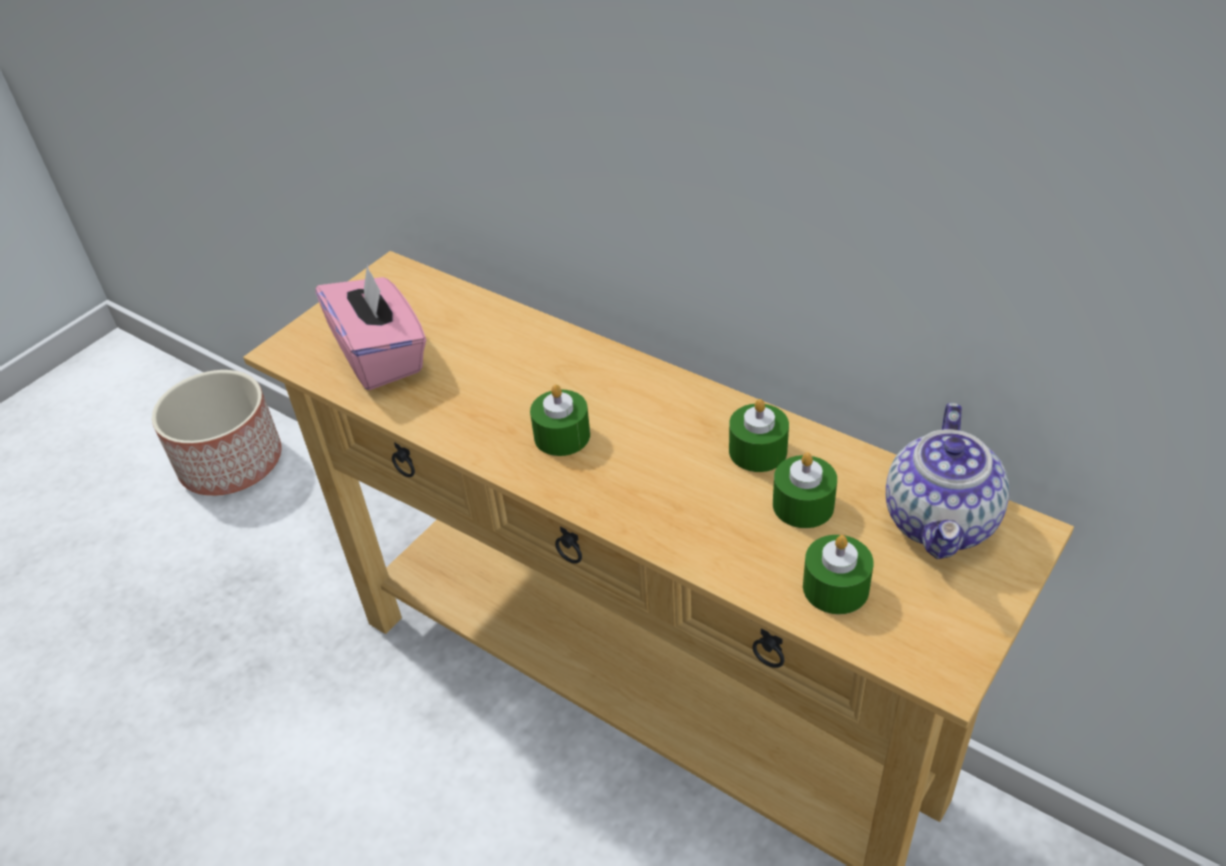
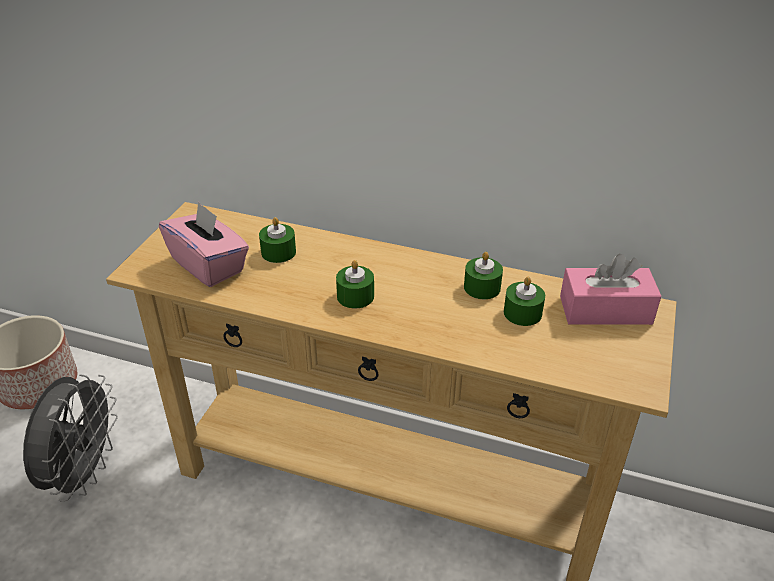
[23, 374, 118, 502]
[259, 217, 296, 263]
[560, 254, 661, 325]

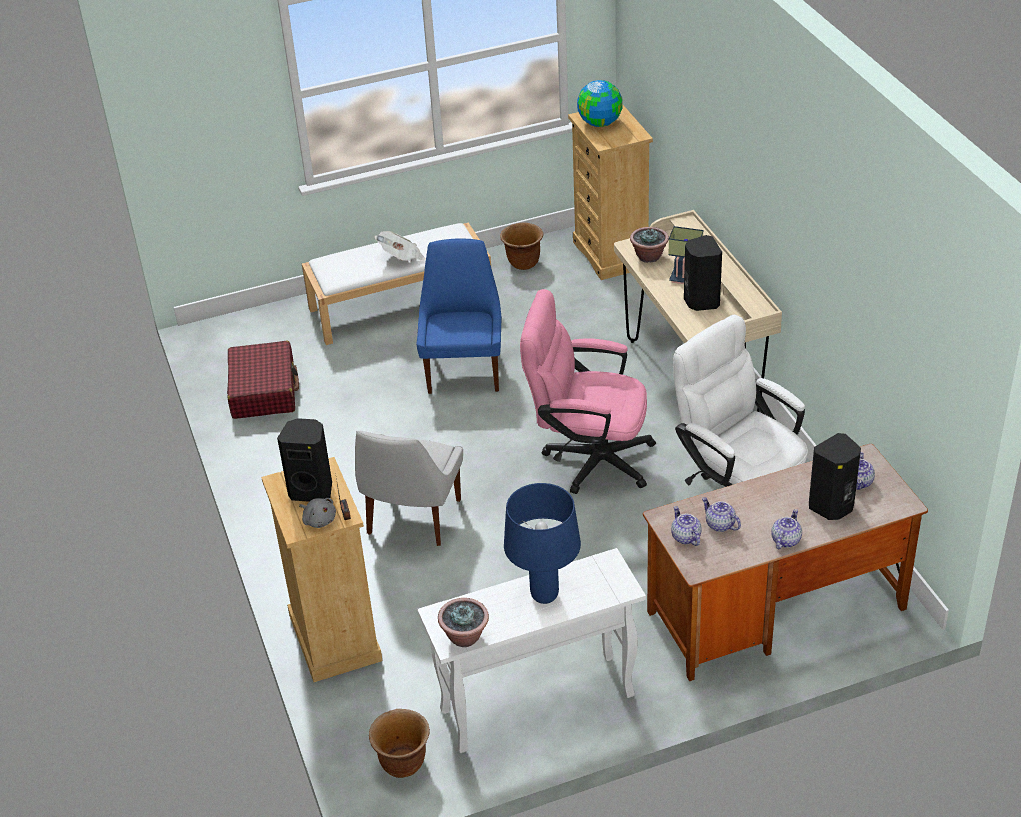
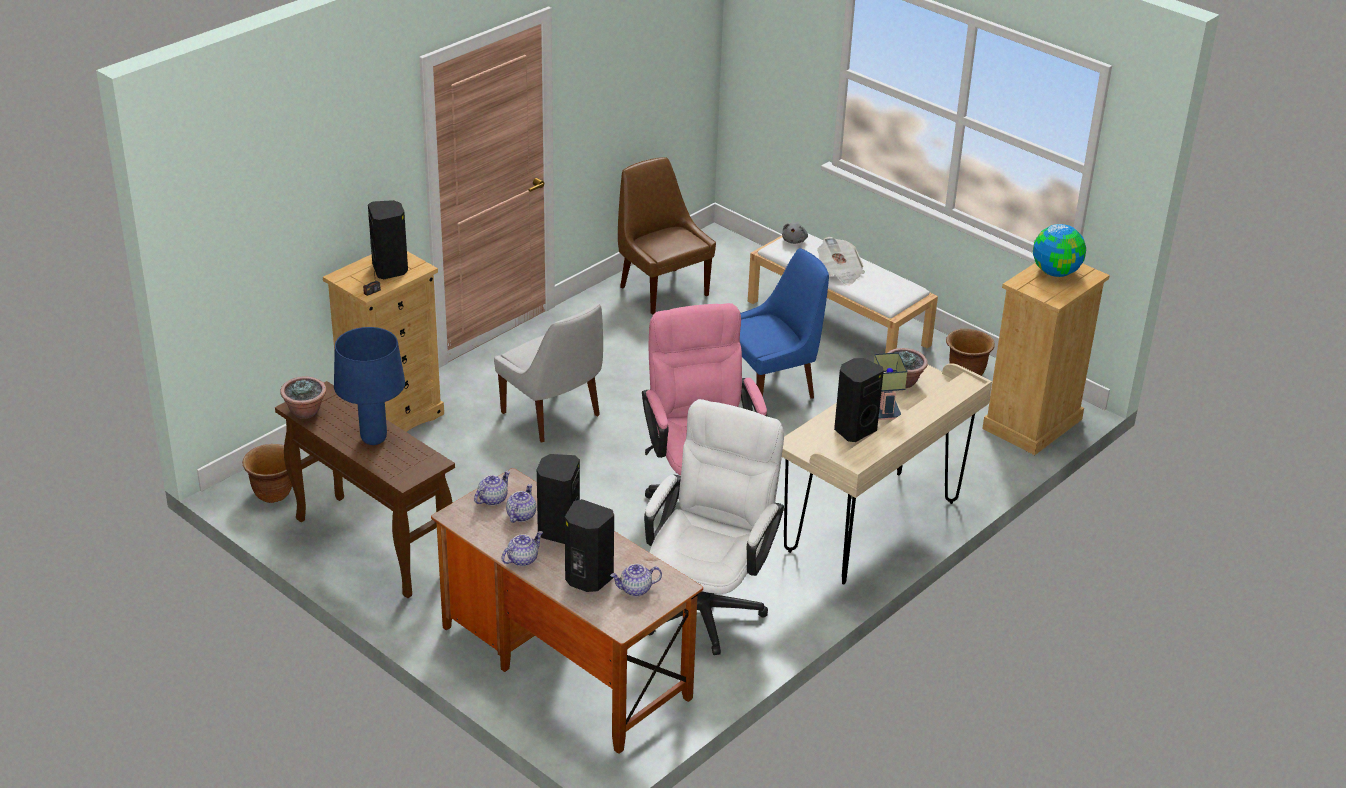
[275, 381, 455, 598]
[494, 304, 603, 442]
[501, 531, 543, 566]
[537, 454, 580, 544]
[618, 157, 716, 315]
[782, 222, 808, 244]

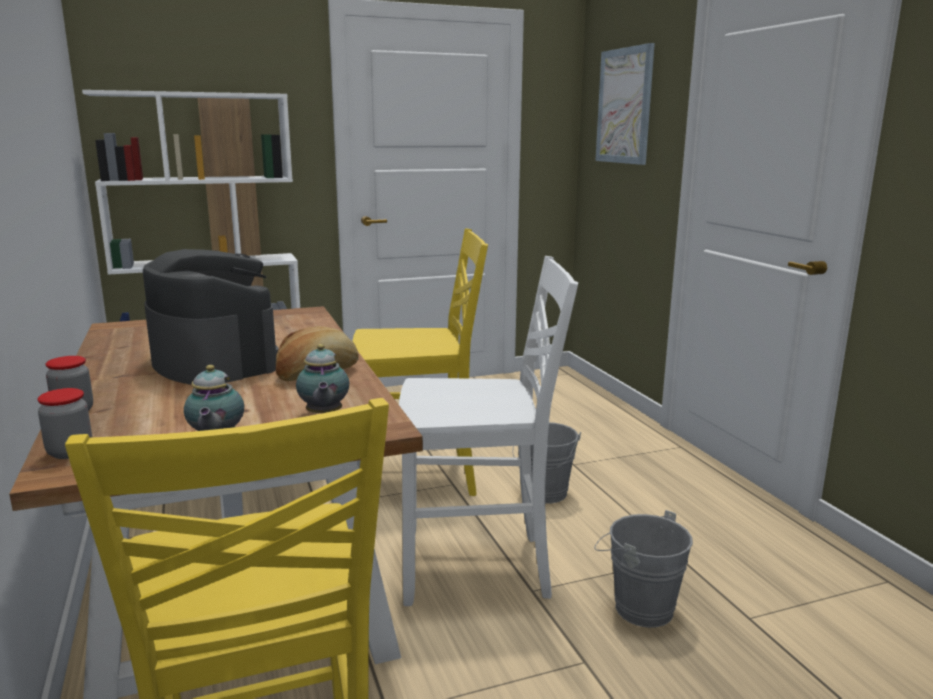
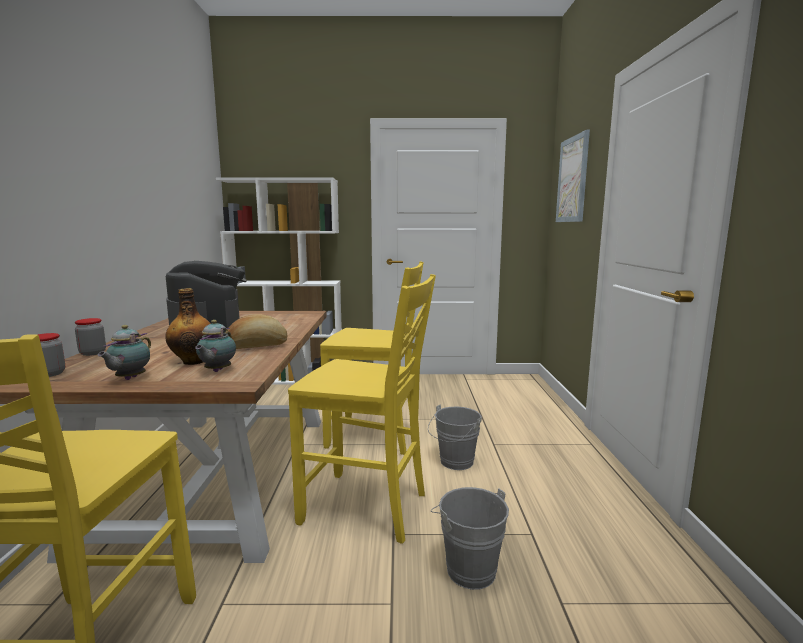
[165, 288, 211, 365]
[288, 274, 436, 544]

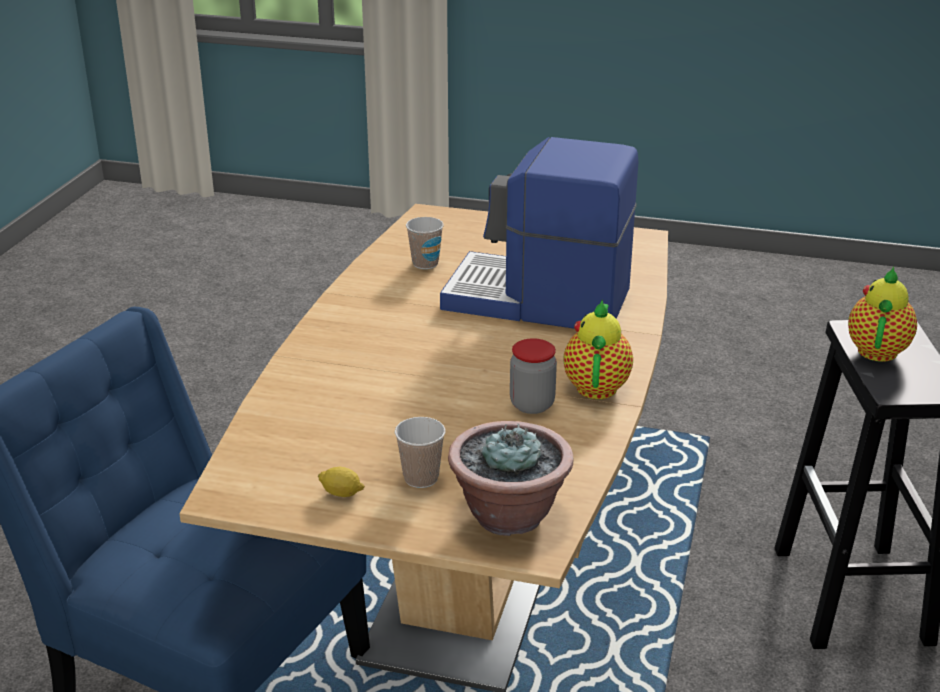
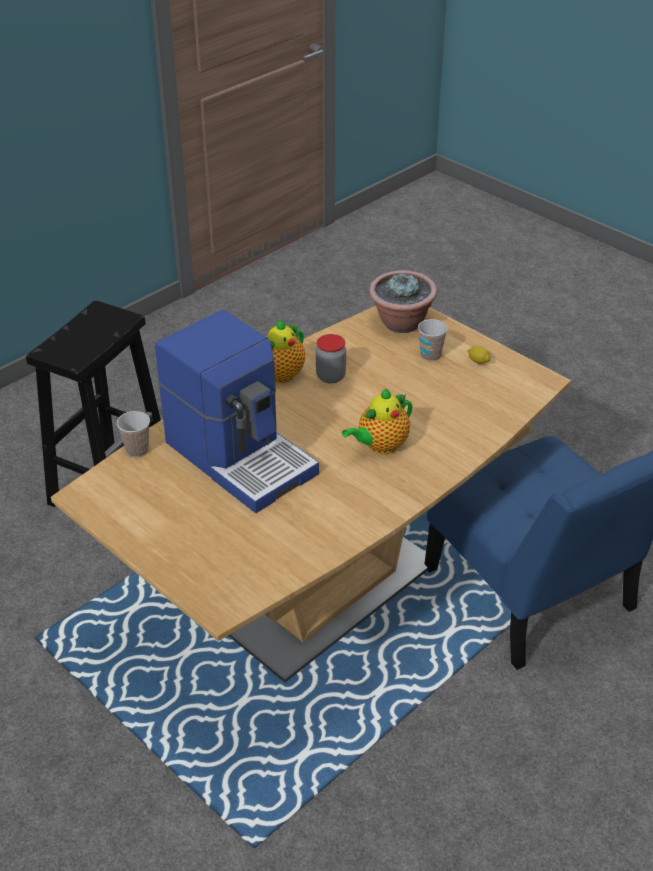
[117, 411, 150, 457]
[342, 388, 412, 454]

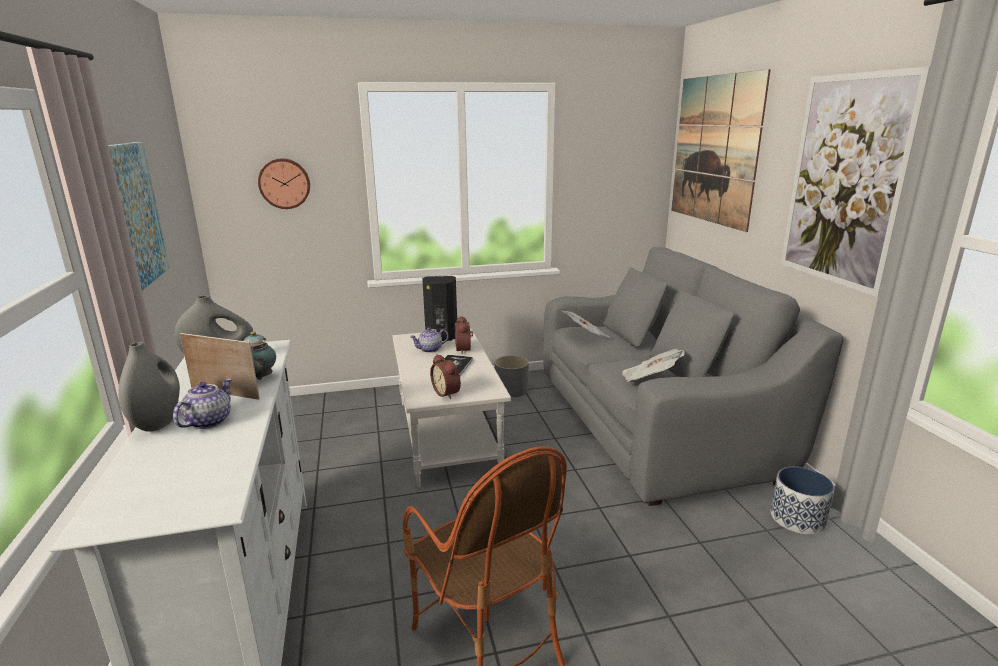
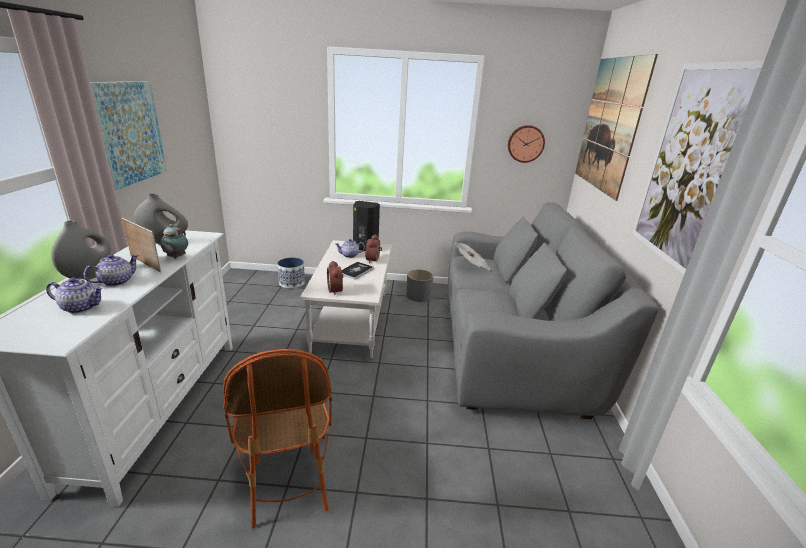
[46, 277, 104, 314]
[277, 257, 305, 288]
[508, 125, 545, 163]
[622, 349, 685, 382] (first image)

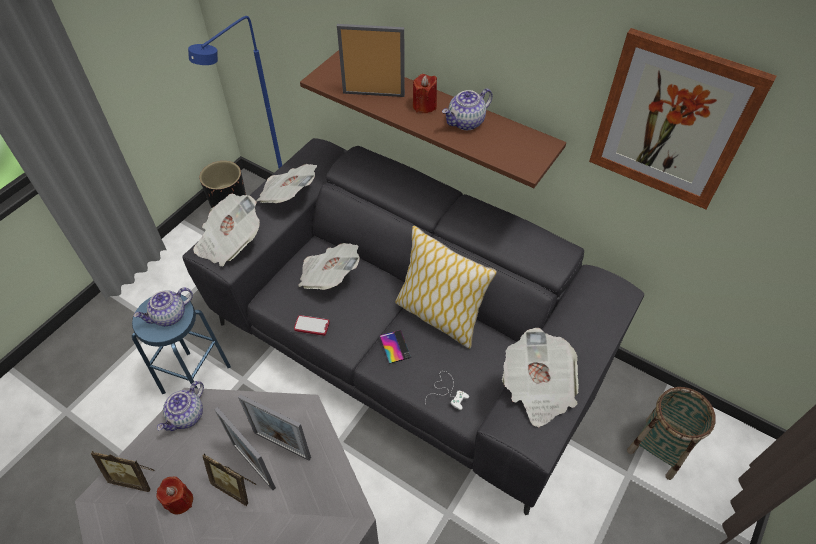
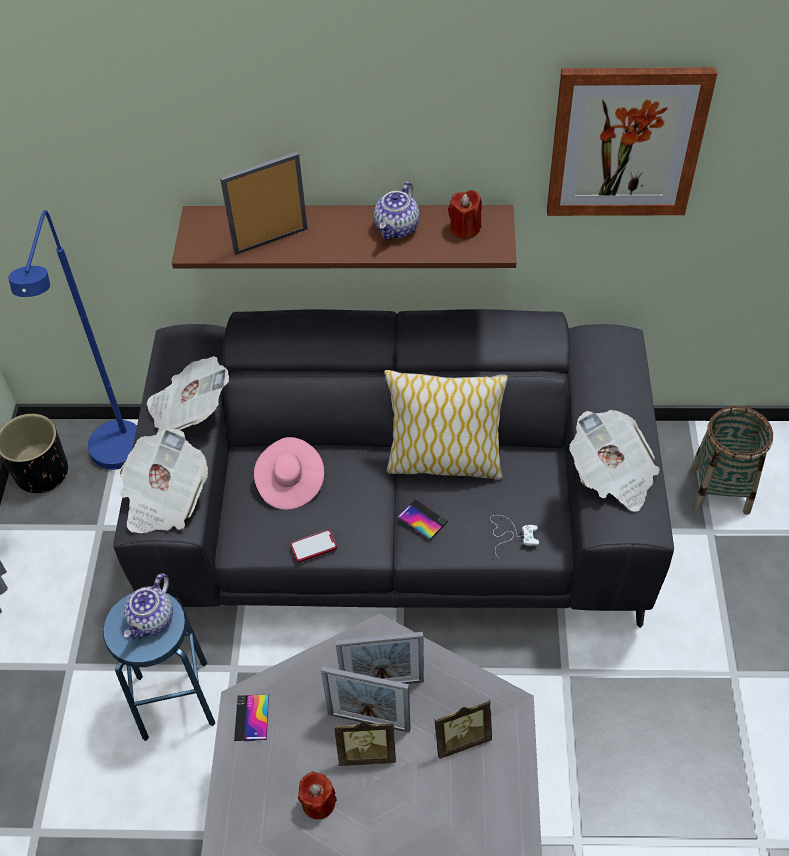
[234, 695, 269, 741]
[254, 437, 324, 509]
[434, 700, 492, 759]
[448, 190, 482, 240]

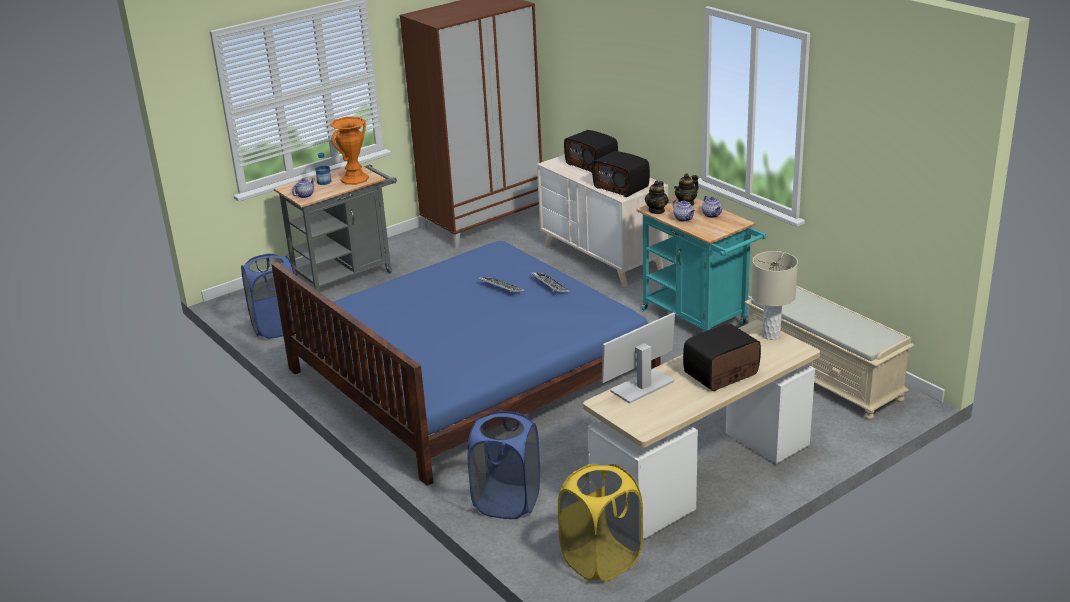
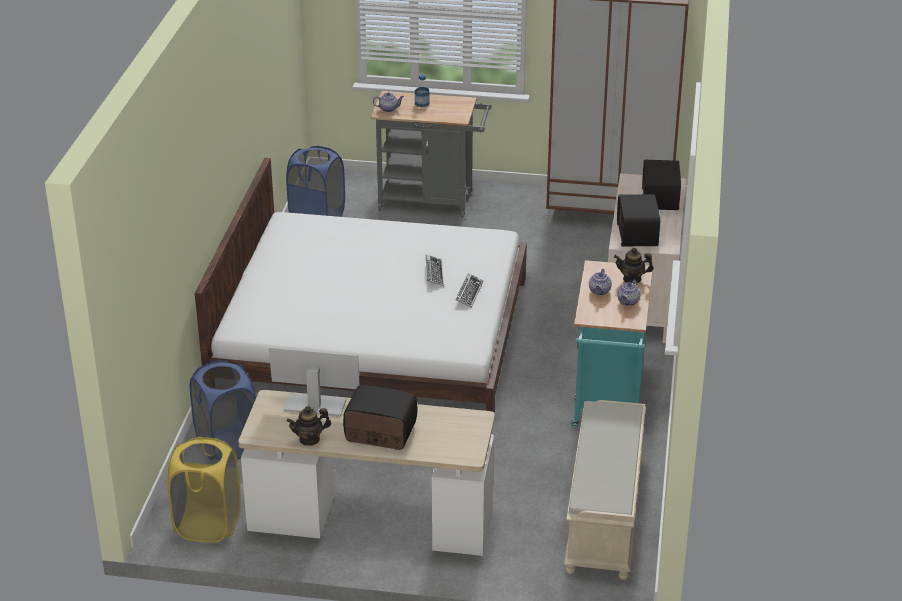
[195, 158, 527, 413]
[287, 406, 331, 446]
[330, 116, 369, 185] (first image)
[751, 251, 798, 340] (first image)

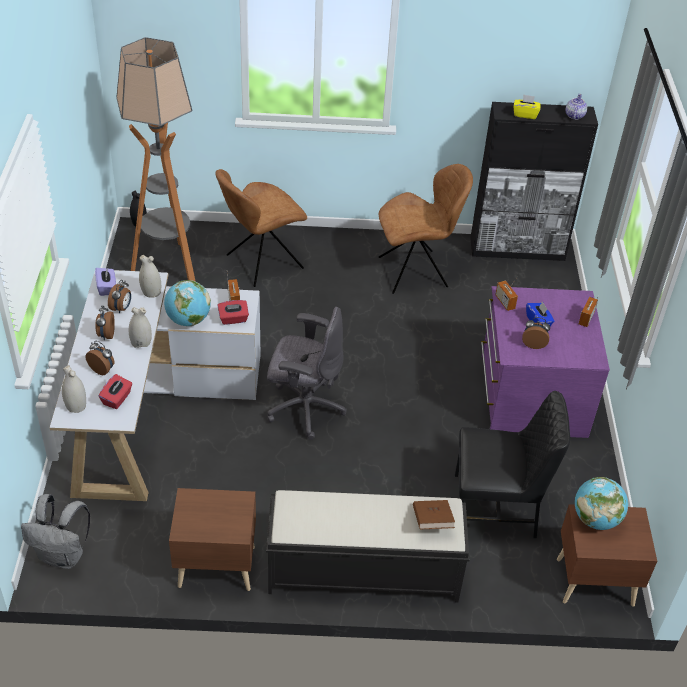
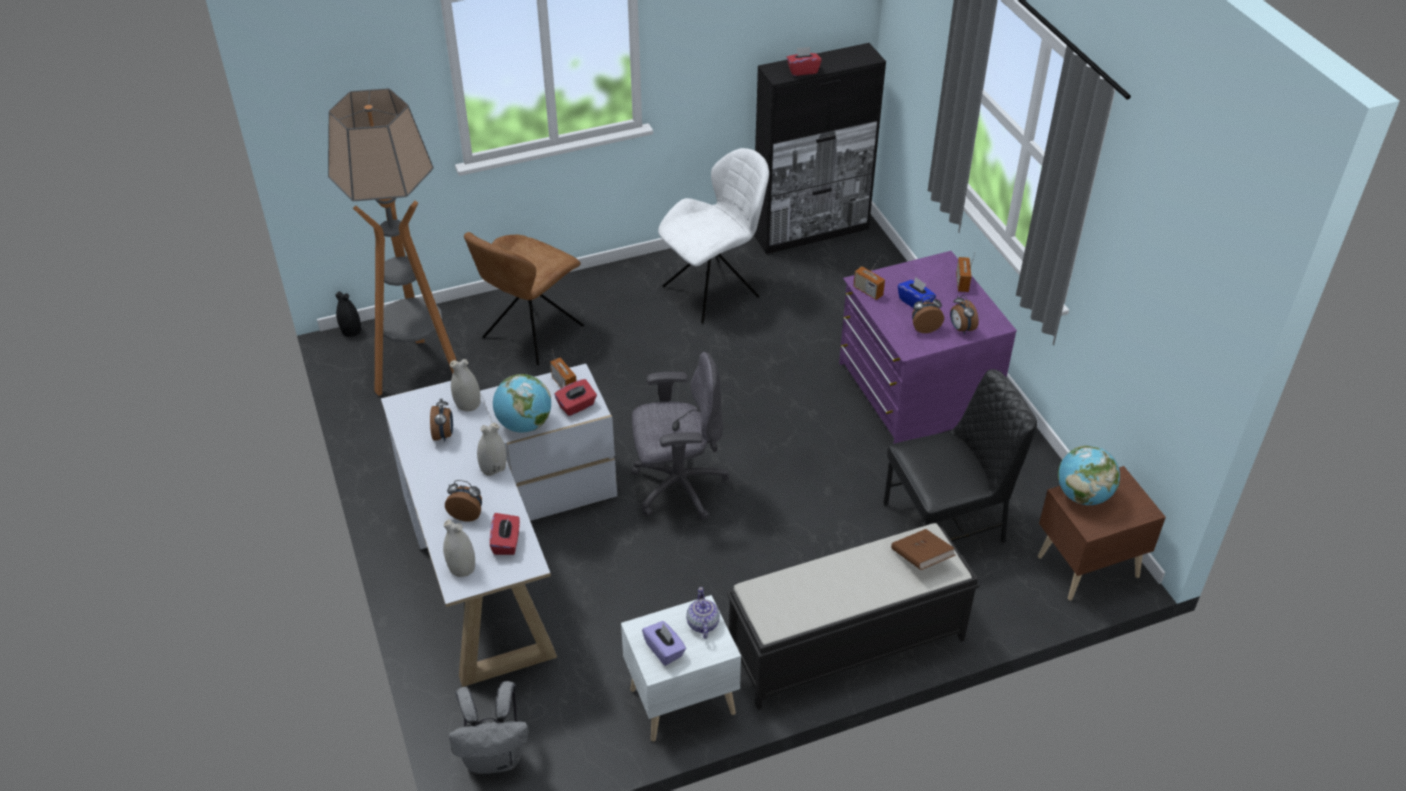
[621, 595, 741, 742]
[642, 621, 686, 666]
[658, 148, 769, 324]
[686, 587, 720, 639]
[786, 47, 822, 76]
[950, 295, 979, 334]

